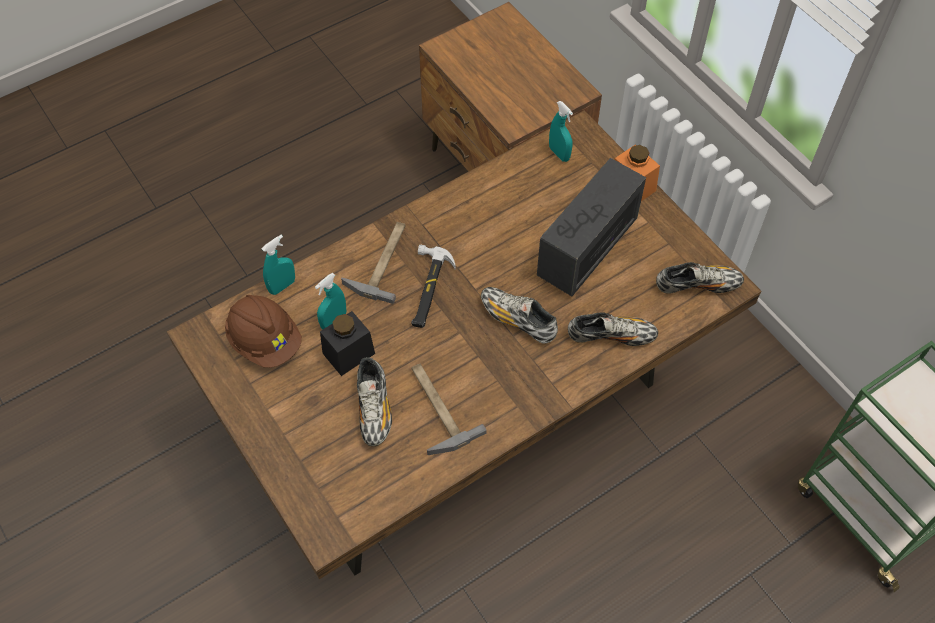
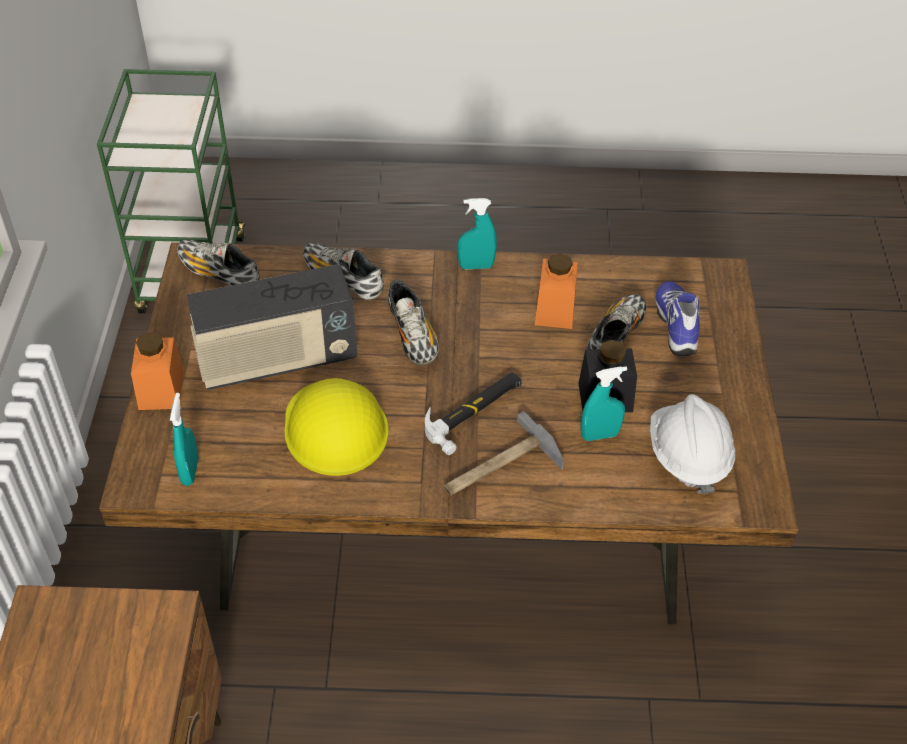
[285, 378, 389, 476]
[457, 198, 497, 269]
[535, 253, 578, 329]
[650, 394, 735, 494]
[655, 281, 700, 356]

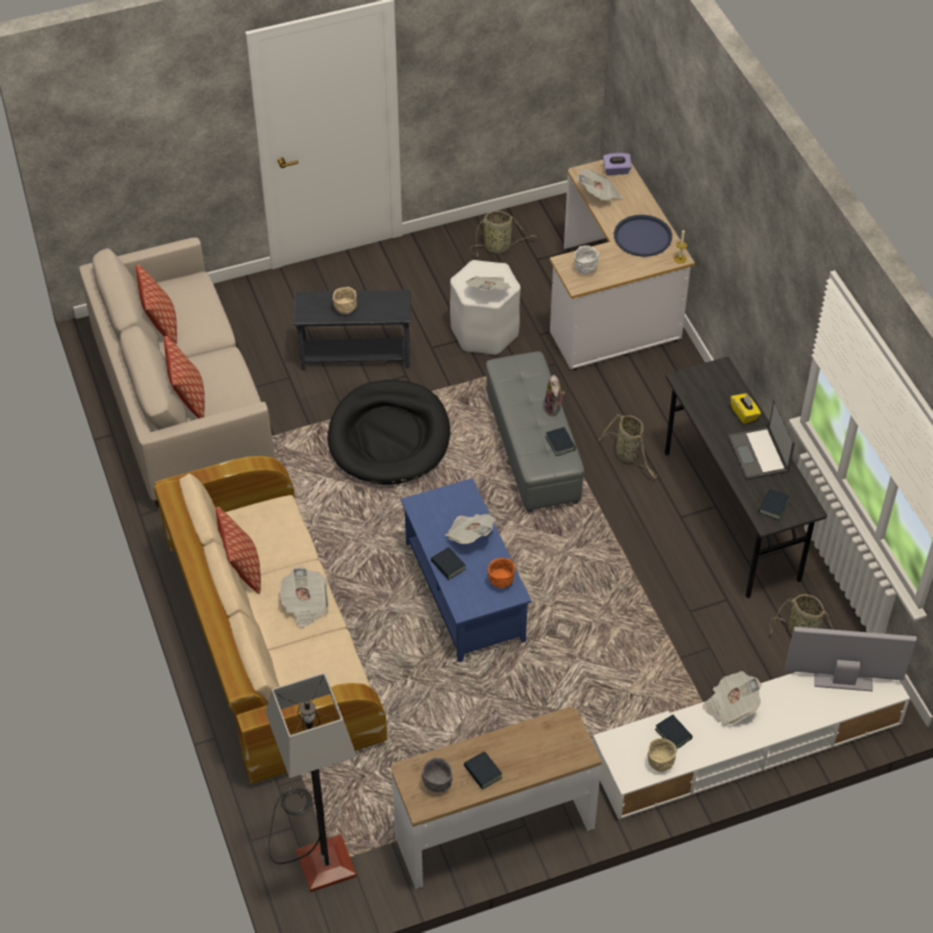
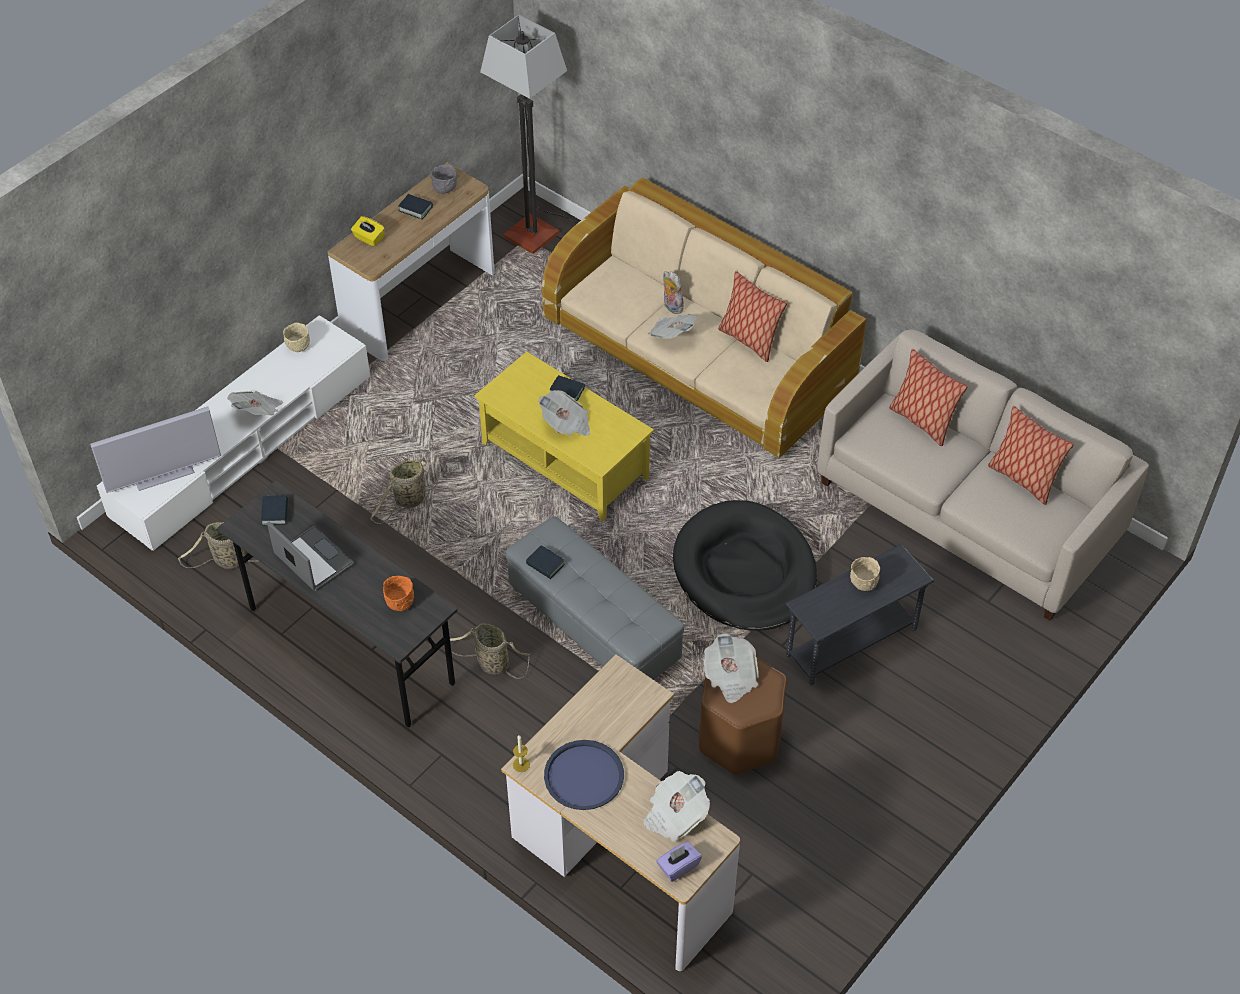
[351, 216, 385, 247]
[370, 457, 438, 524]
[383, 576, 414, 611]
[474, 352, 654, 521]
[664, 271, 684, 314]
[699, 657, 787, 775]
[574, 245, 600, 274] (first image)
[655, 714, 693, 749] (first image)

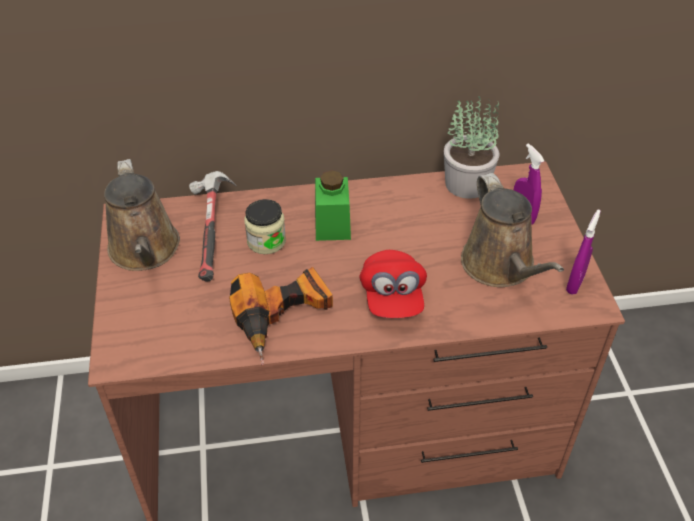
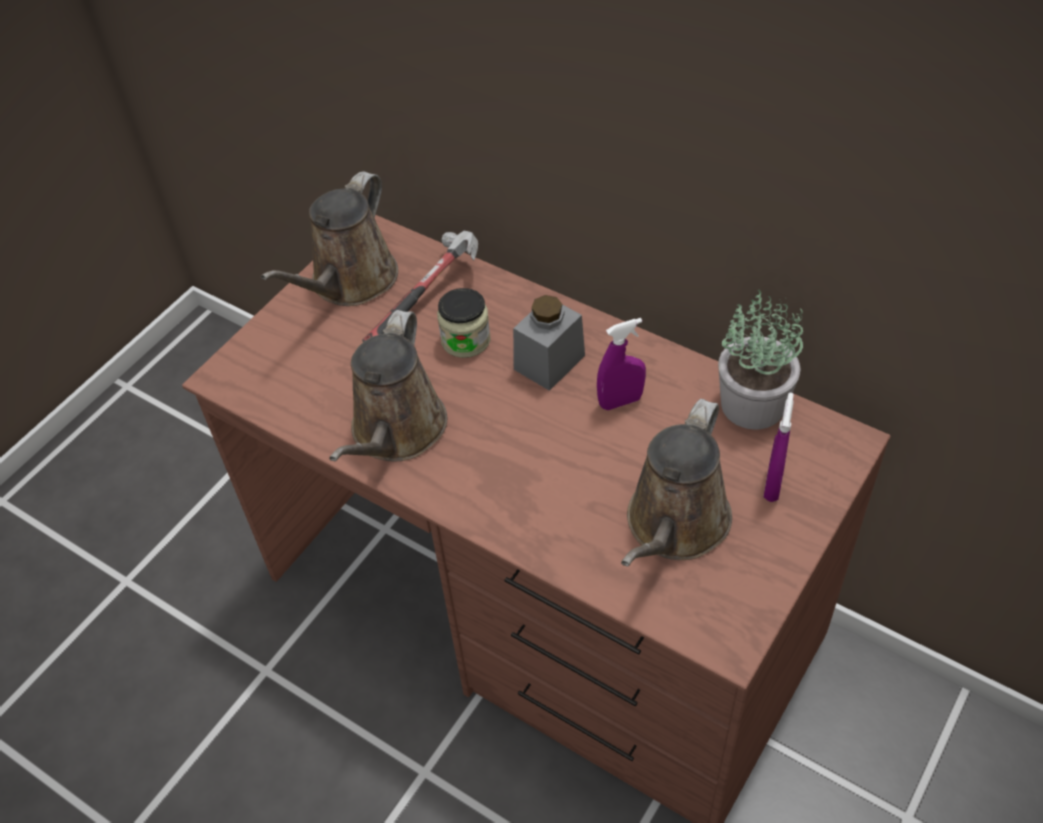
[329, 310, 447, 461]
[513, 295, 585, 391]
[597, 318, 646, 410]
[360, 250, 427, 318] (first image)

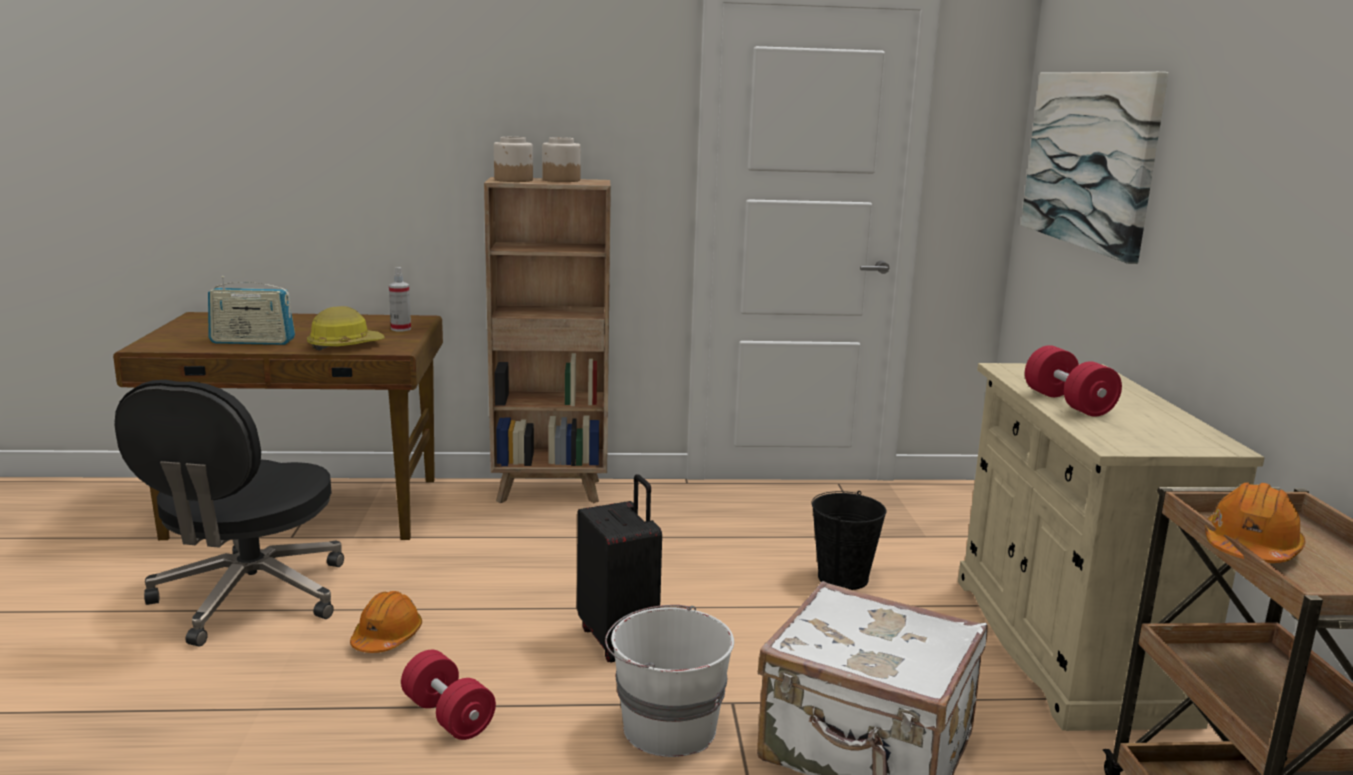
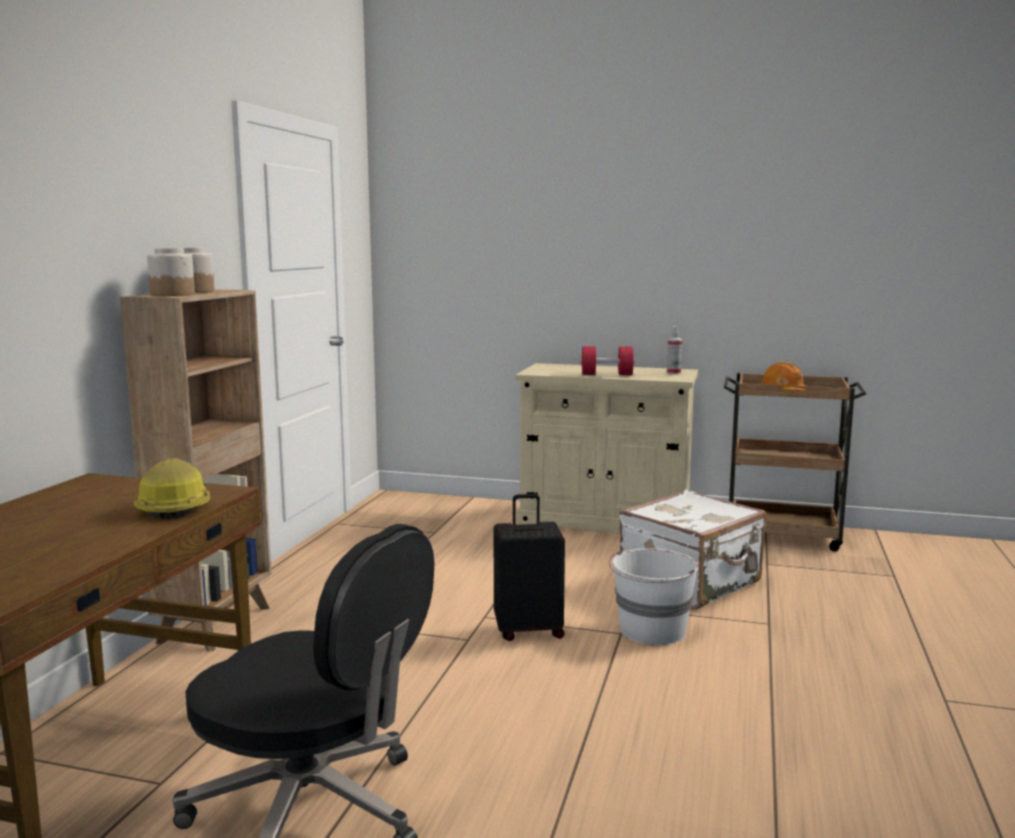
[667, 326, 682, 375]
[208, 276, 295, 345] (first image)
[350, 591, 422, 653] (first image)
[401, 650, 496, 740] (first image)
[811, 491, 887, 590] (first image)
[1021, 72, 1169, 264] (first image)

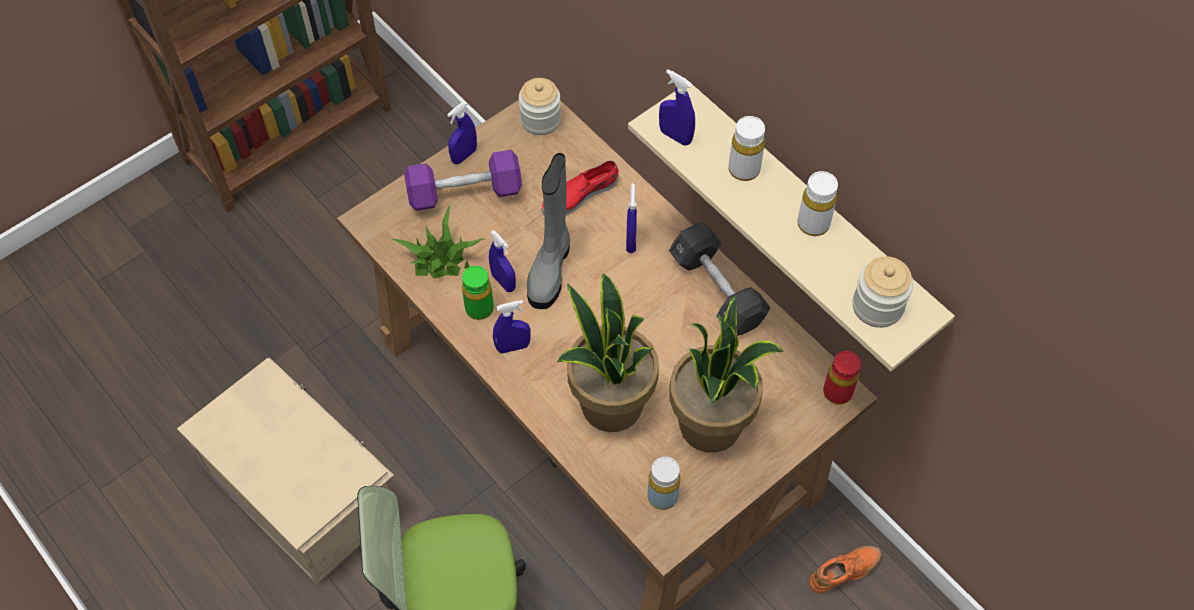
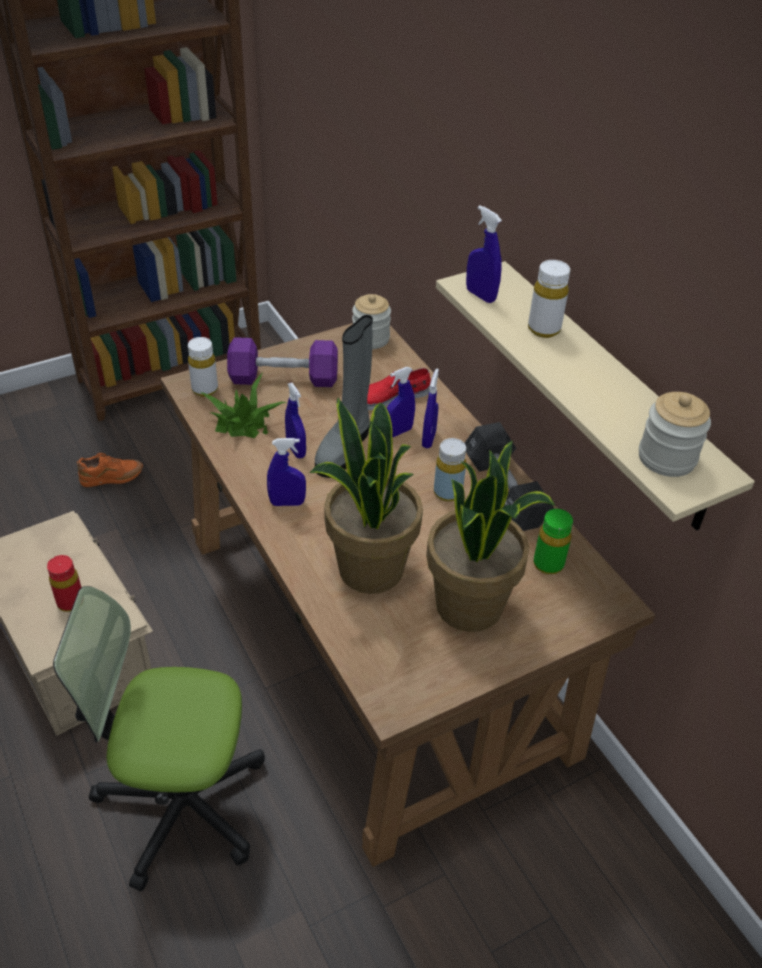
[47, 555, 82, 612]
[77, 453, 143, 487]
[188, 337, 218, 397]
[386, 367, 415, 437]
[434, 438, 466, 502]
[533, 509, 573, 575]

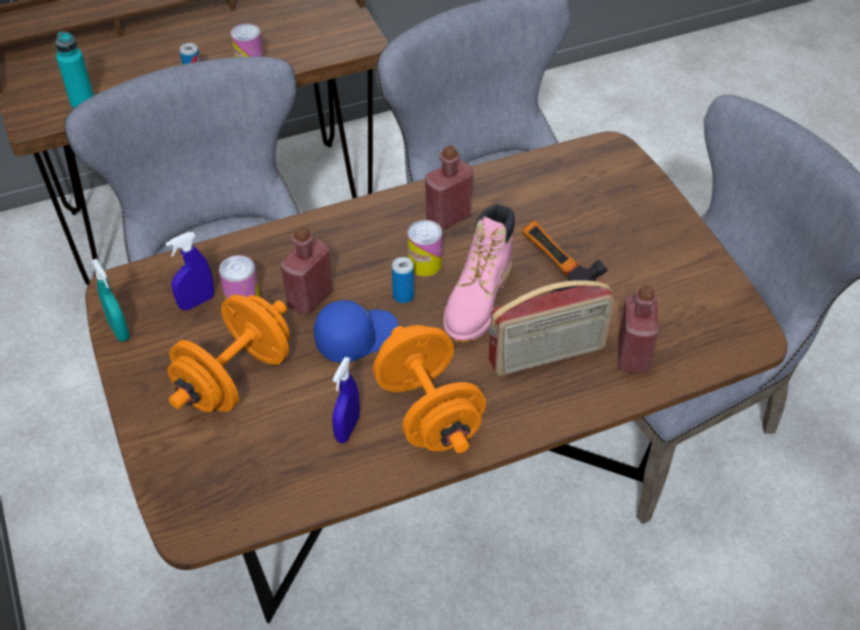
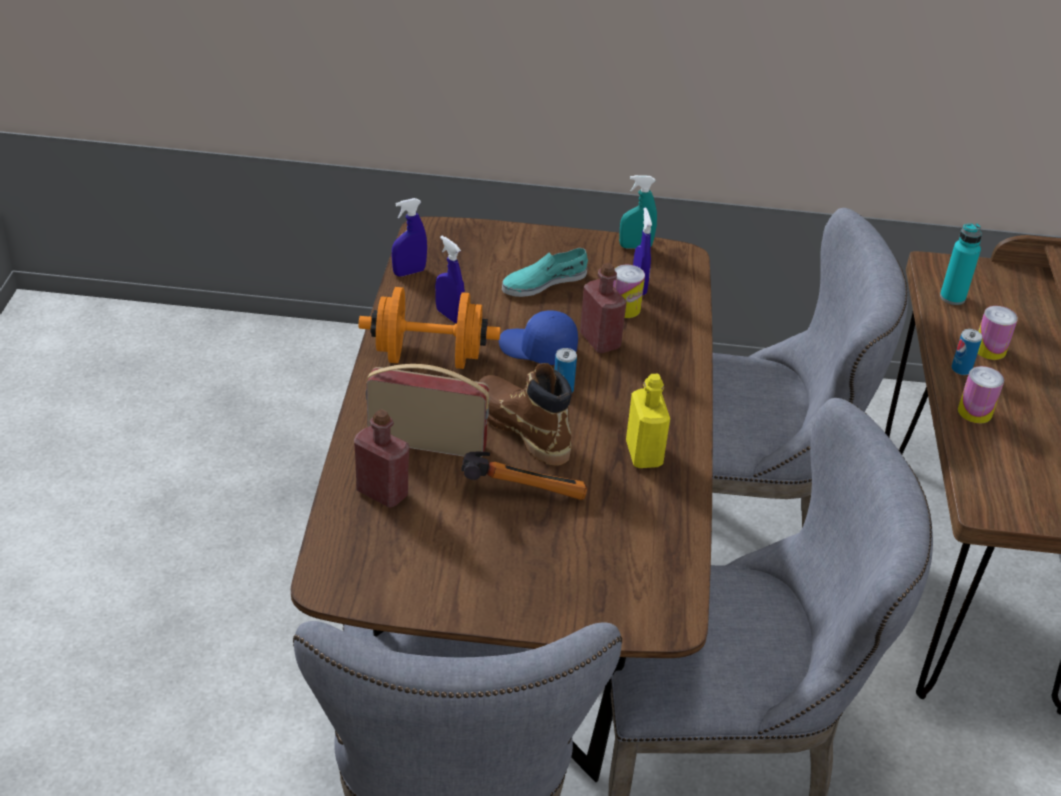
[366, 364, 490, 457]
[392, 198, 427, 277]
[479, 363, 572, 466]
[498, 310, 578, 365]
[502, 248, 588, 297]
[626, 374, 670, 468]
[978, 306, 1018, 360]

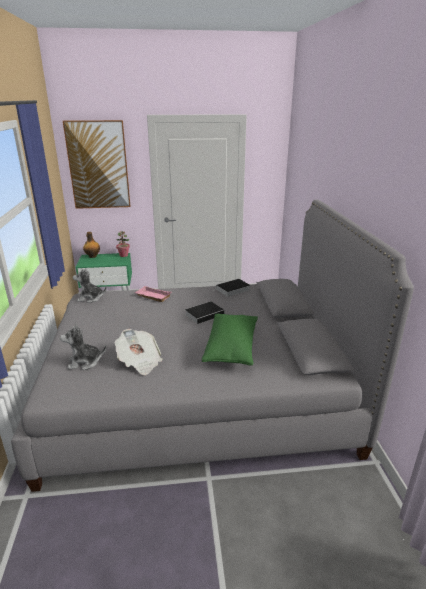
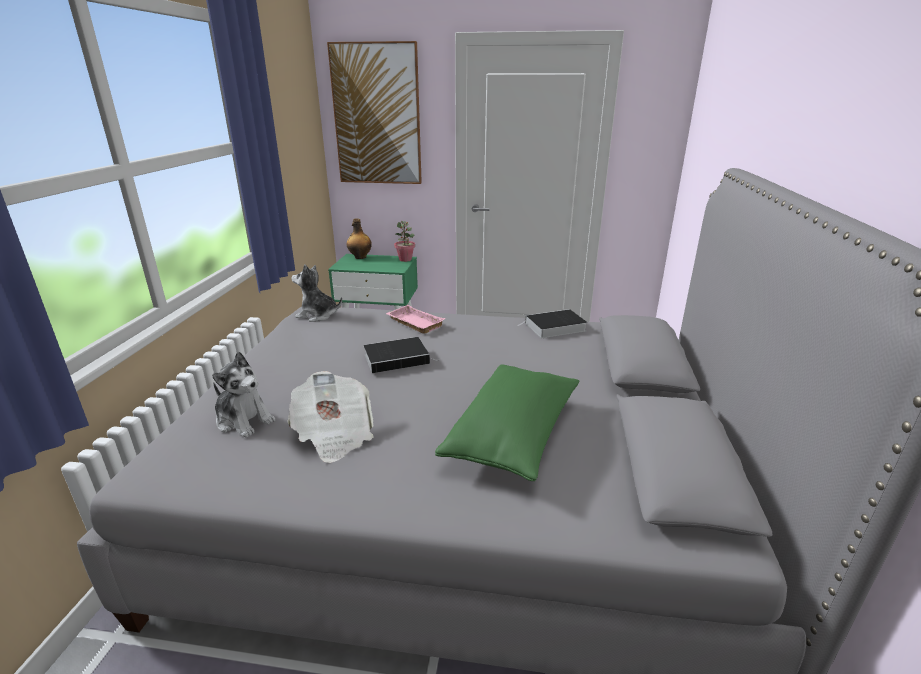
[212, 352, 276, 438]
[364, 337, 440, 373]

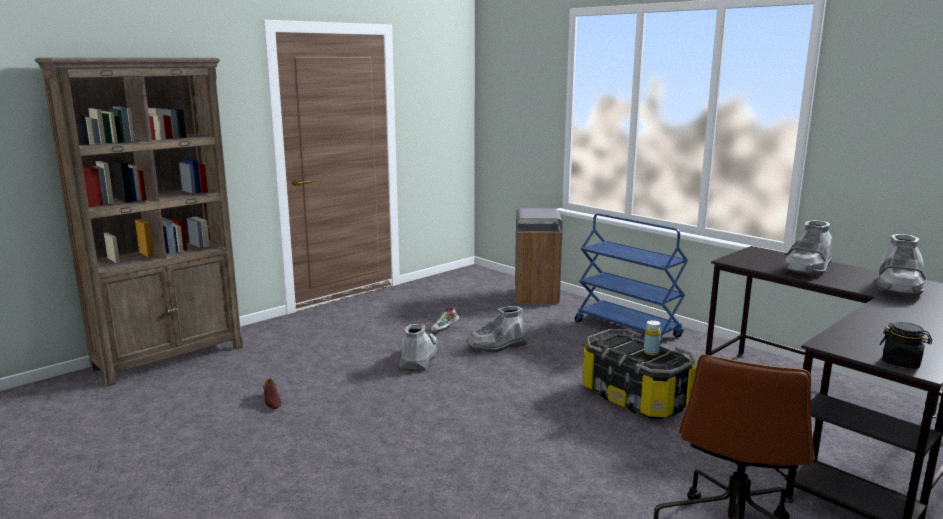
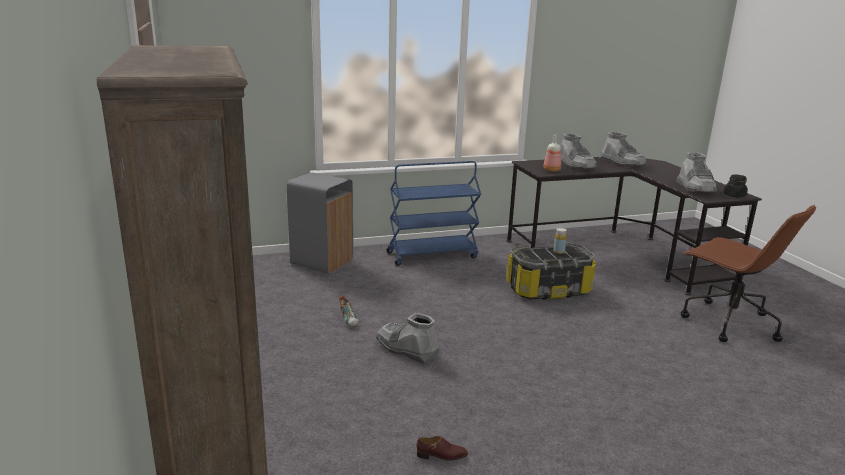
[543, 135, 561, 172]
[676, 152, 717, 193]

